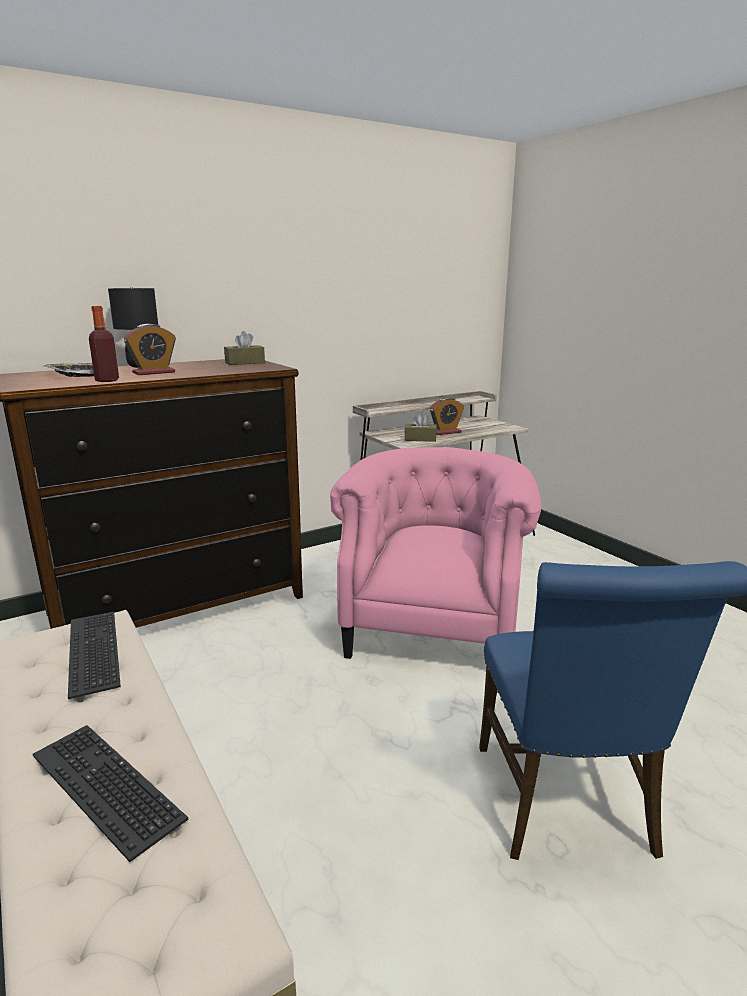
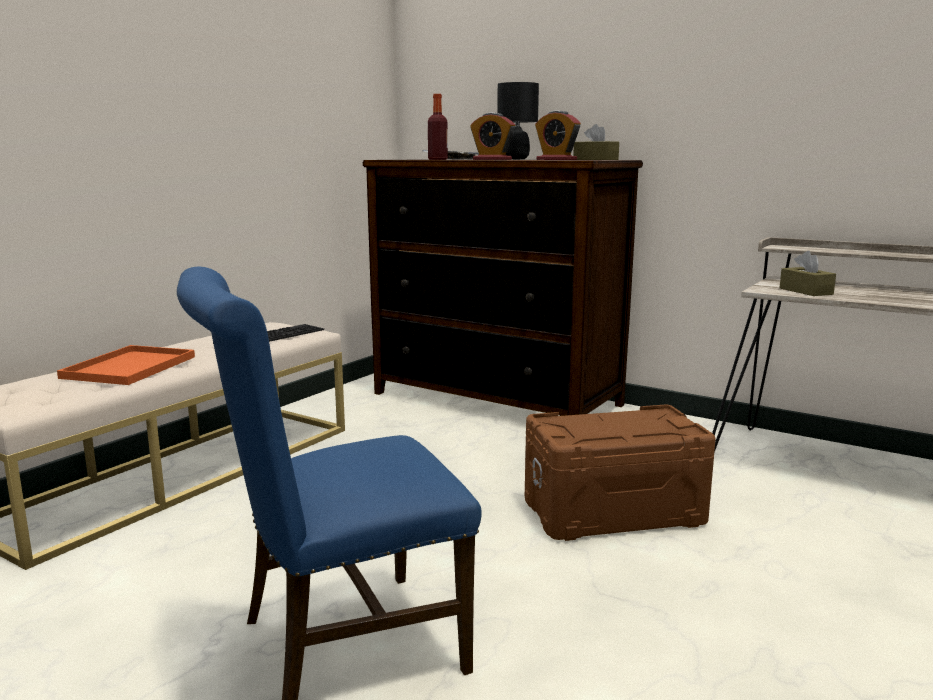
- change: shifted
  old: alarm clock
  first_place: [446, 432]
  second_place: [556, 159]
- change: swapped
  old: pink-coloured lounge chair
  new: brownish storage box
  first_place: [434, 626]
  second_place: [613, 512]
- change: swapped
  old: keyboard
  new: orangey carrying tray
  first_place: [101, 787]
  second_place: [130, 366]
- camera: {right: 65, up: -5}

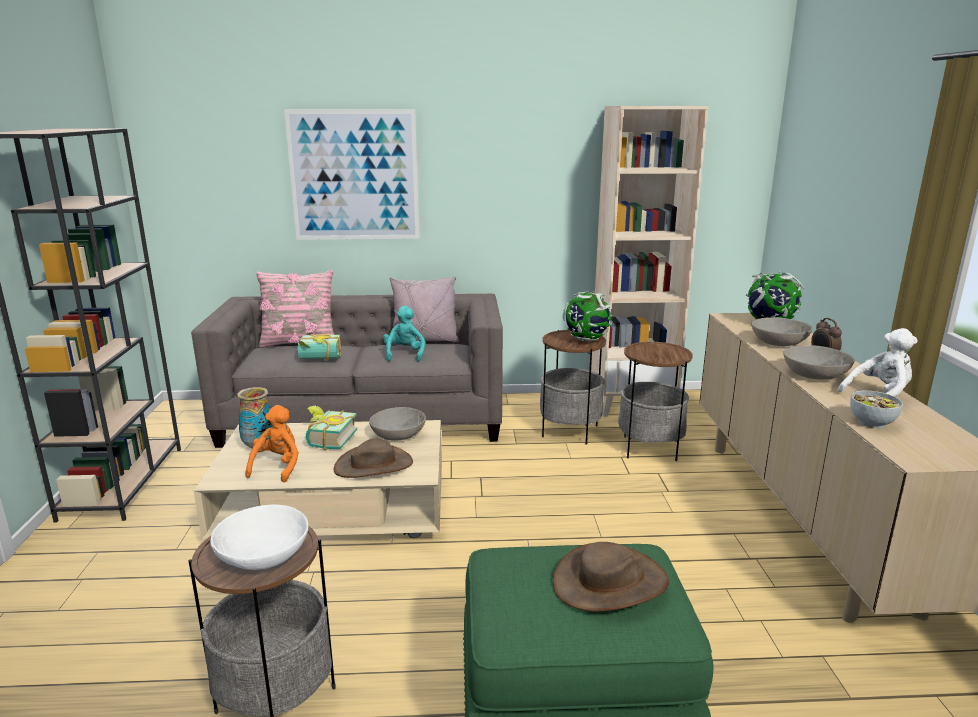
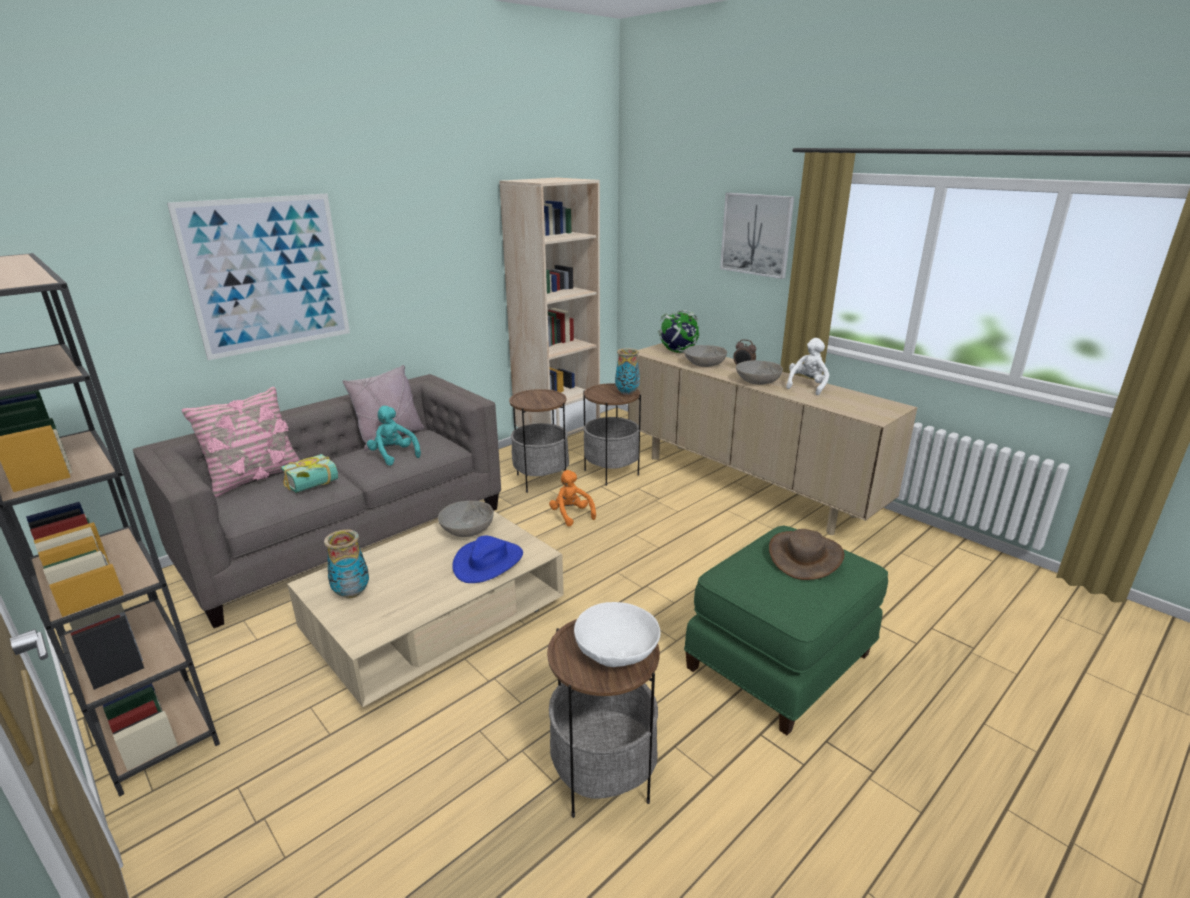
- change: gone
  old: globe
  first_place: [586, 339]
- change: gone
  old: bowl
  first_place: [872, 422]
- change: shifted
  old: orangey cuddly toy
  first_place: [277, 467]
  second_place: [571, 515]
- change: gone
  old: volume
  first_place: [327, 440]
- change: repainted
  old: brownish hat
  new: bluish hat
  first_place: [373, 465]
  second_place: [488, 562]
- change: new
  new: wall picture
  second_place: [756, 234]
- change: new
  new: vase
  second_place: [627, 393]
- camera: {right: -40, up: 5}

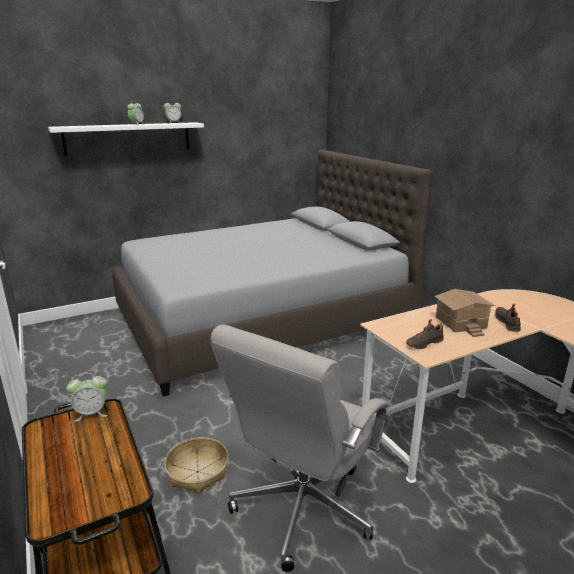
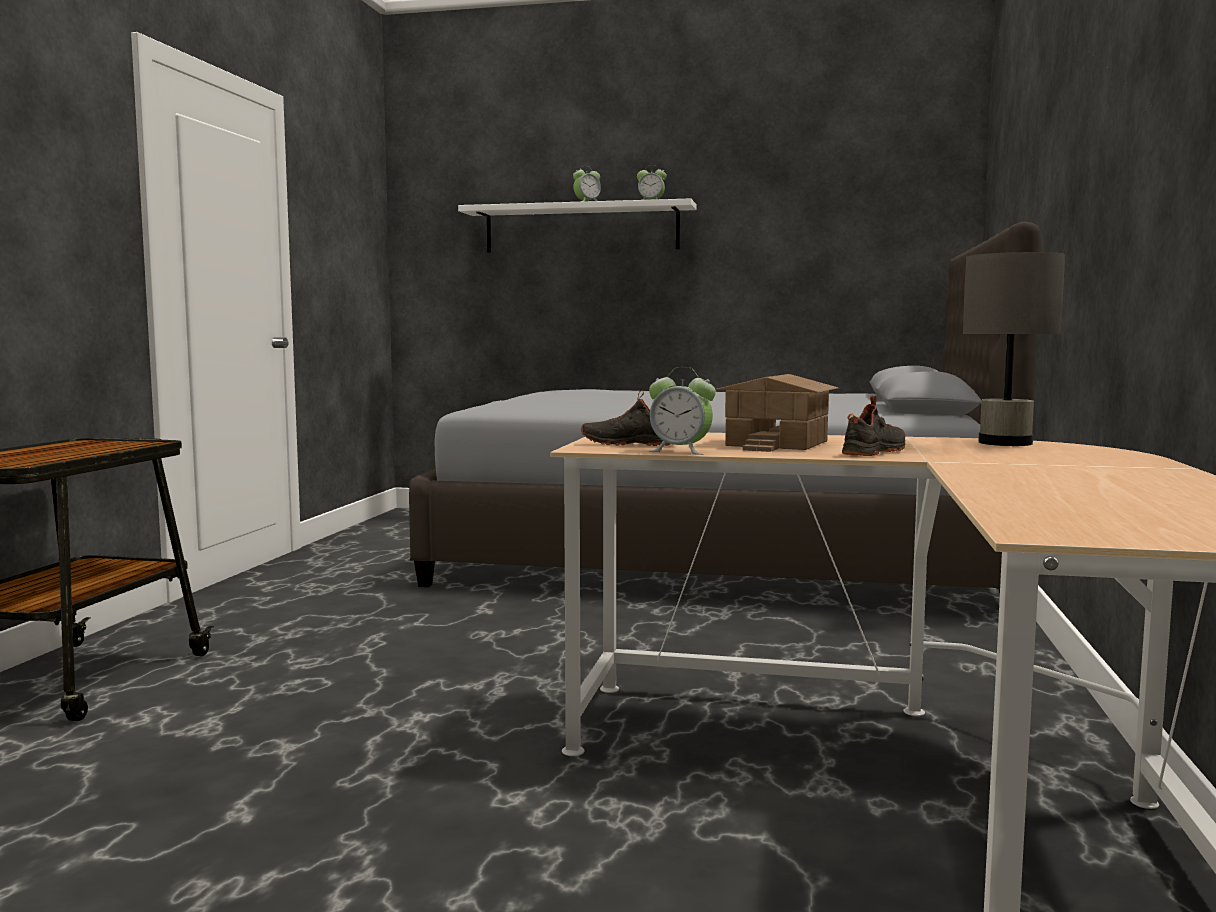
- change: gone
  old: gray office chair
  first_place: [304, 505]
- change: shifted
  old: alarm clock
  first_place: [91, 413]
  second_place: [680, 451]
- change: gone
  old: household basket
  first_place: [197, 471]
- change: new
  new: gray lamp for a table
  second_place: [1004, 443]
- camera: {right: 40, up: -15}

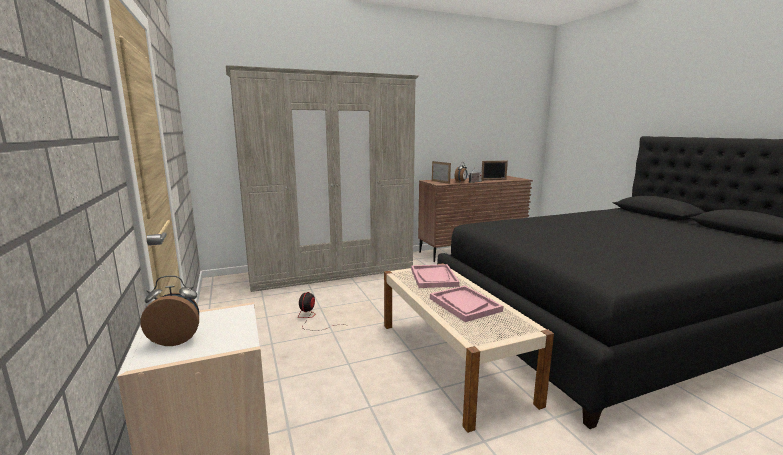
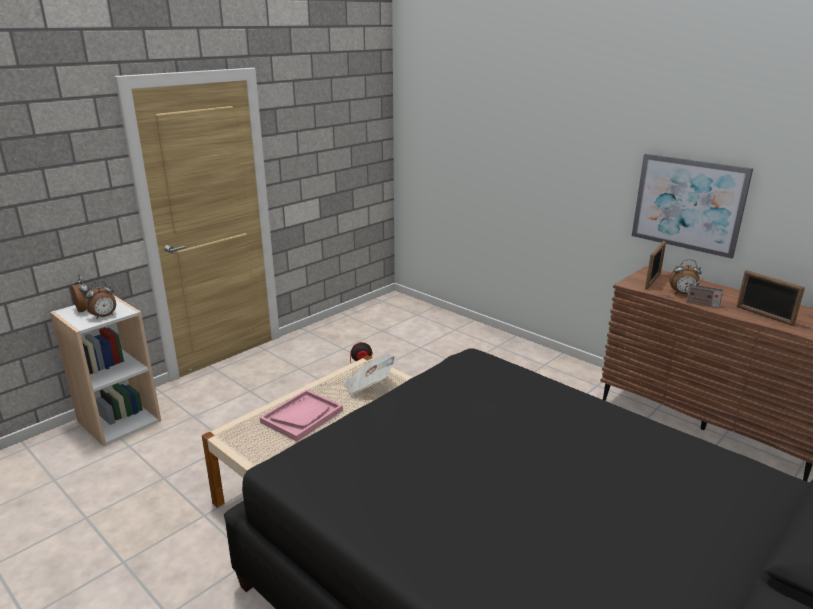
- change: gone
  old: beige-coloured armoire
  first_place: [332, 271]
- change: swapped
  old: pink-coloured carrying tray
  new: printed paper
  first_place: [434, 277]
  second_place: [368, 386]
- change: new
  new: wall picture
  second_place: [688, 204]
- change: new
  new: alarm clock
  second_place: [104, 316]
- camera: {right: 65, up: 10}

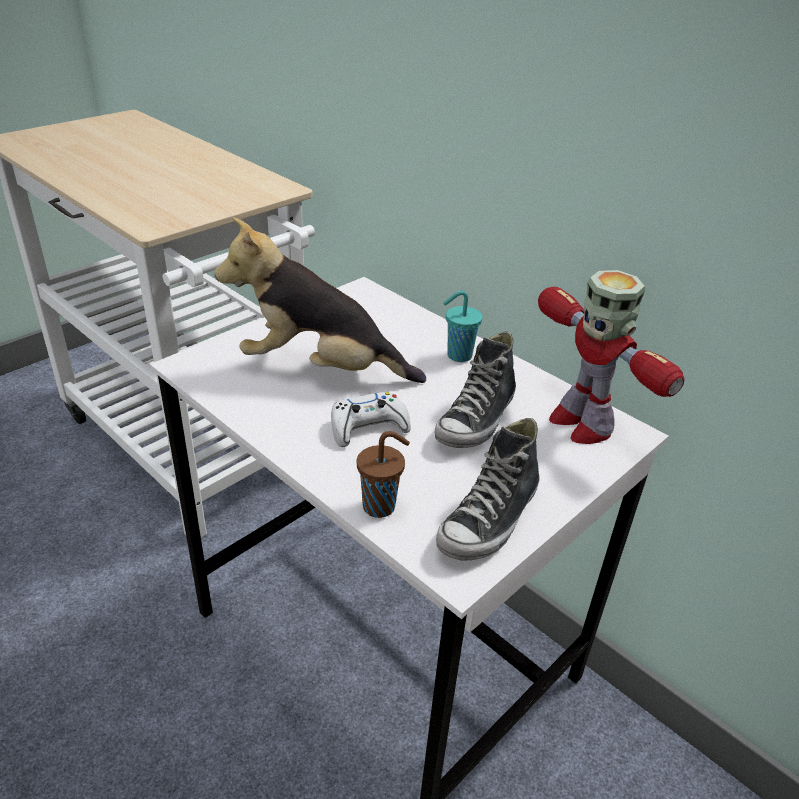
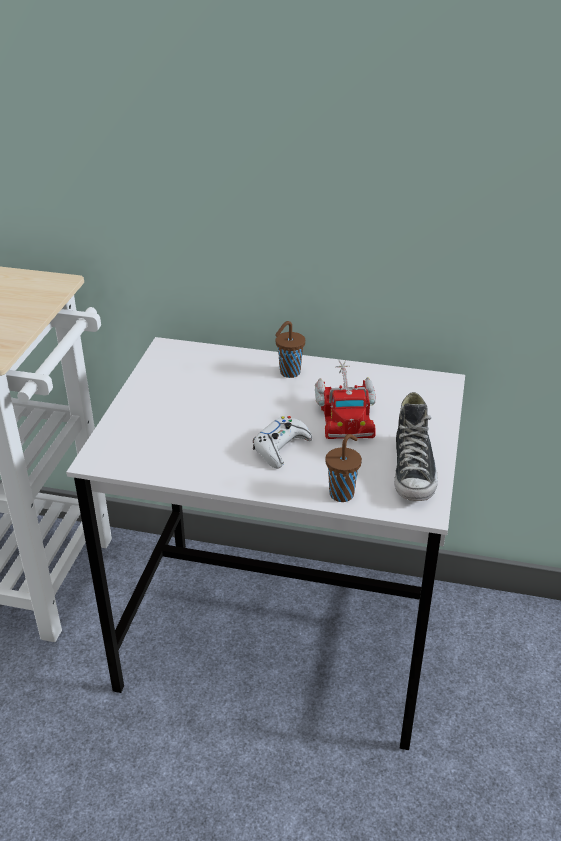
- change: gone
  old: cuddly toy
  first_place: [320, 369]
- change: gone
  old: robot figure
  first_place: [580, 423]
- change: repainted
  old: blue-green cup
  new: brownish cup
  first_place: [457, 356]
  second_place: [288, 373]
- change: swapped
  old: item of footwear
  new: toy lorry
  first_place: [477, 420]
  second_place: [345, 413]
- camera: {right: -30, up: 0}

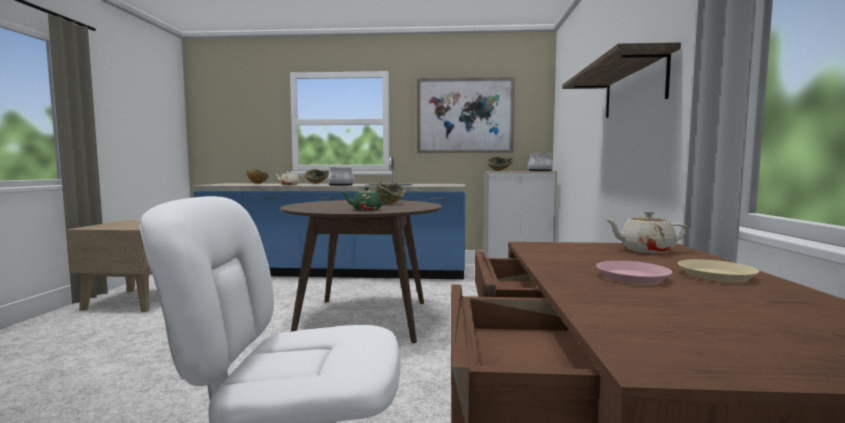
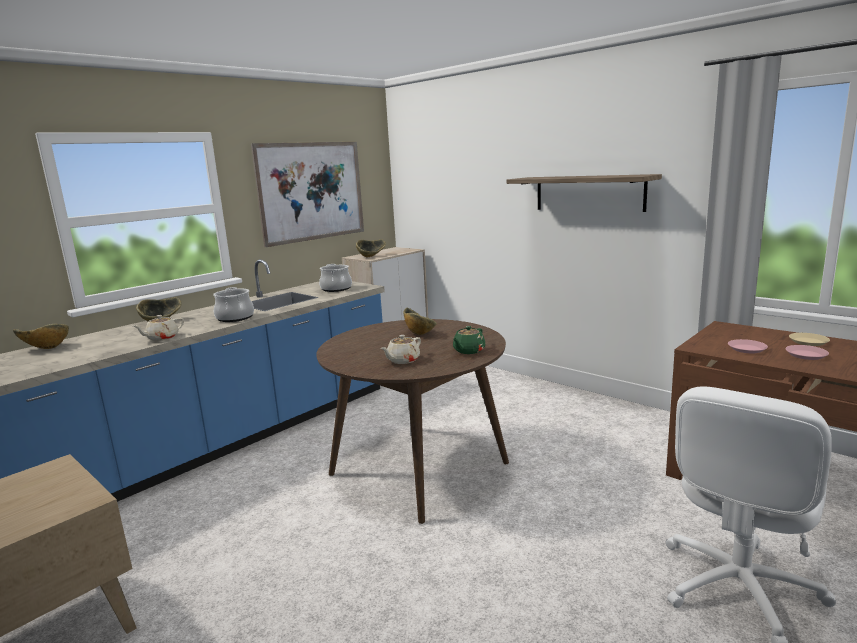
- change: shifted
  old: cooking pot
  first_place: [539, 171]
  second_place: [336, 289]
- change: shifted
  old: beige-coloured teapot
  first_place: [645, 250]
  second_place: [402, 360]
- change: new
  new: pink-coloured plate
  second_place: [747, 349]
- camera: {right: -50, up: 10}

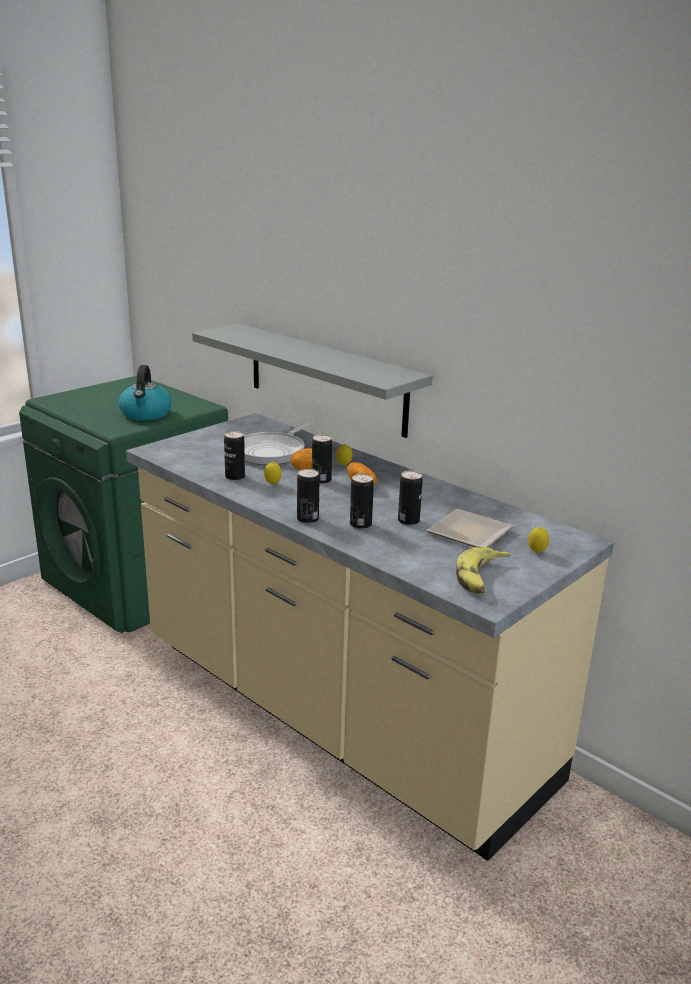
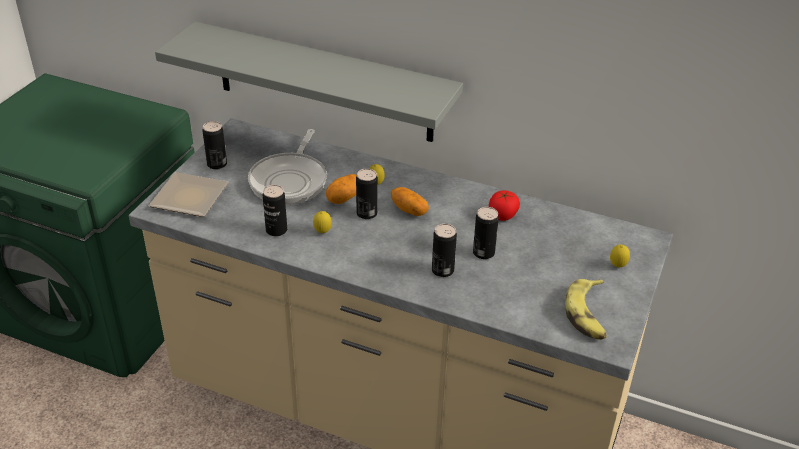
- change: gone
  old: kettle
  first_place: [146, 414]
- change: shifted
  old: metal can
  first_place: [307, 519]
  second_place: [217, 164]
- change: shifted
  old: plate
  first_place: [466, 533]
  second_place: [187, 199]
- change: new
  new: tomato
  second_place: [502, 215]
- camera: {right: -20, up: 15}

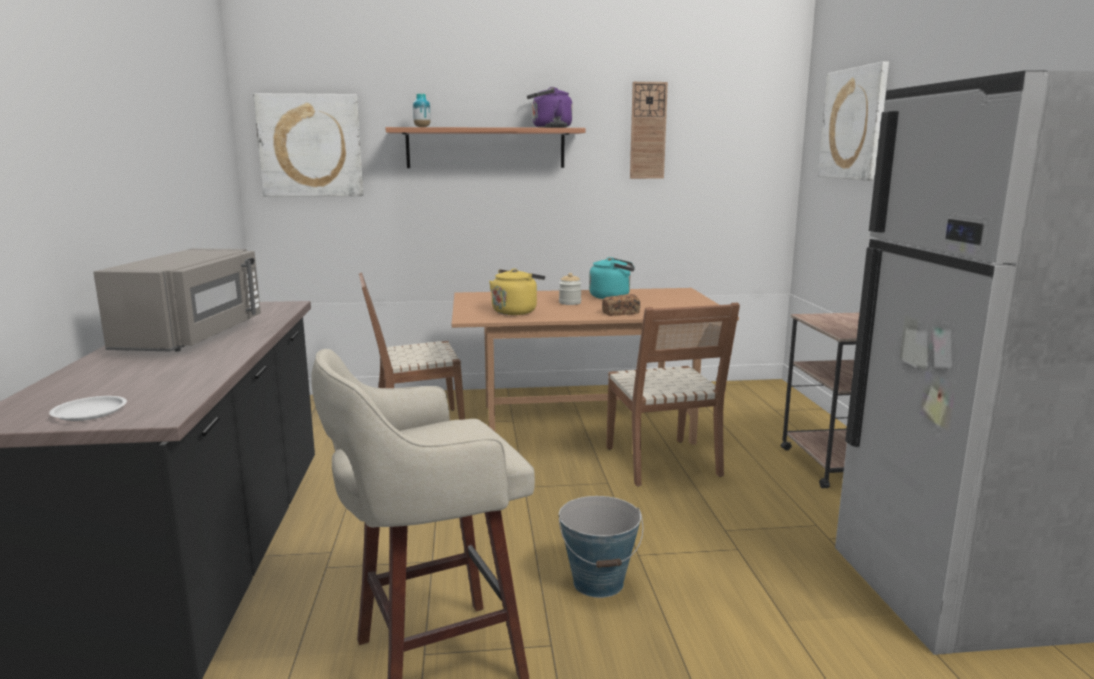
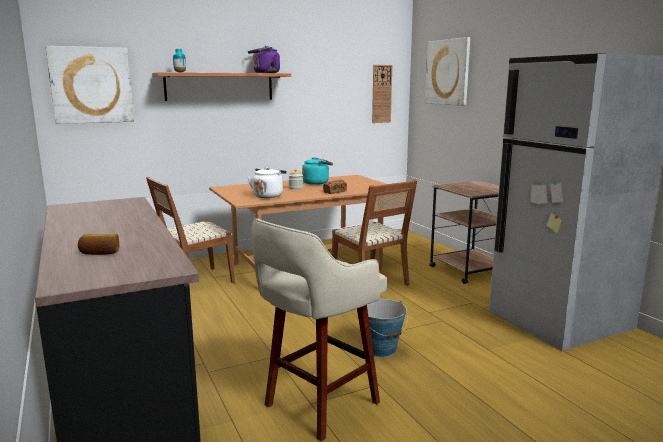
- change: shifted
  old: hanging clock
  first_place: [648, 131]
  second_place: [381, 94]
- change: gone
  old: gray microwave oven
  first_place: [194, 336]
- change: repainted
  old: yellow kettle
  new: whitish kettle
  first_place: [516, 311]
  second_place: [268, 195]
- change: gone
  old: whitish plate
  first_place: [90, 412]
- change: new
  new: baked bread
  second_place: [100, 253]
- camera: {right: -20, up: 0}

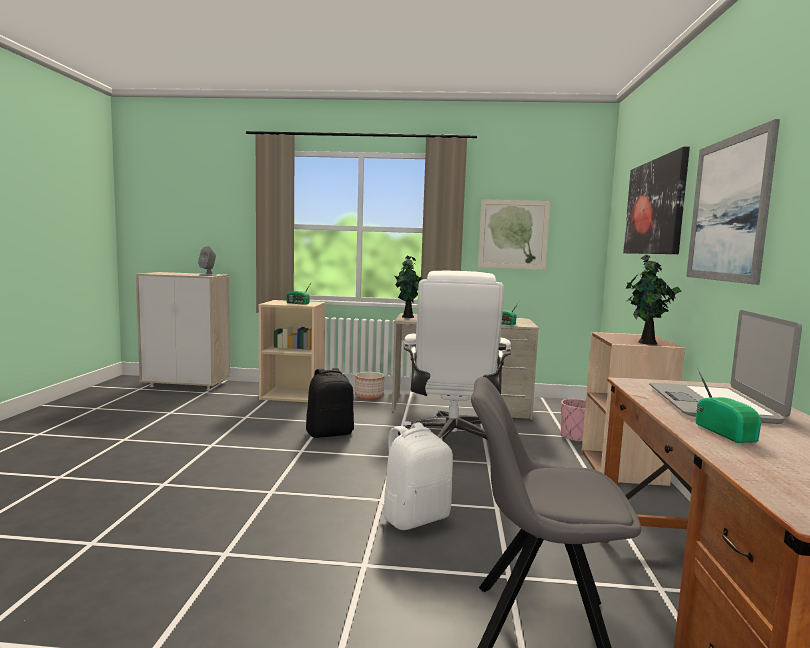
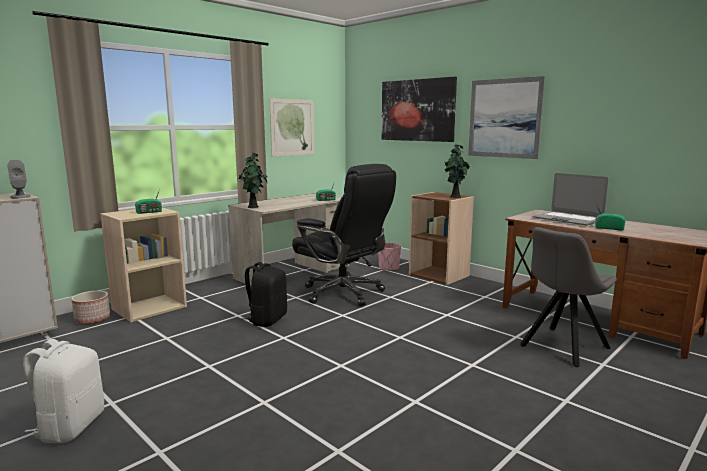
- change: repainted
  old: whitish office chair
  new: black office chair
  first_place: [452, 439]
  second_place: [343, 293]
- change: shifted
  old: planter
  first_place: [369, 396]
  second_place: [92, 319]
- change: shifted
  old: whitish knapsack
  first_place: [415, 518]
  second_place: [70, 426]
- camera: {right: -50, up: 5}

